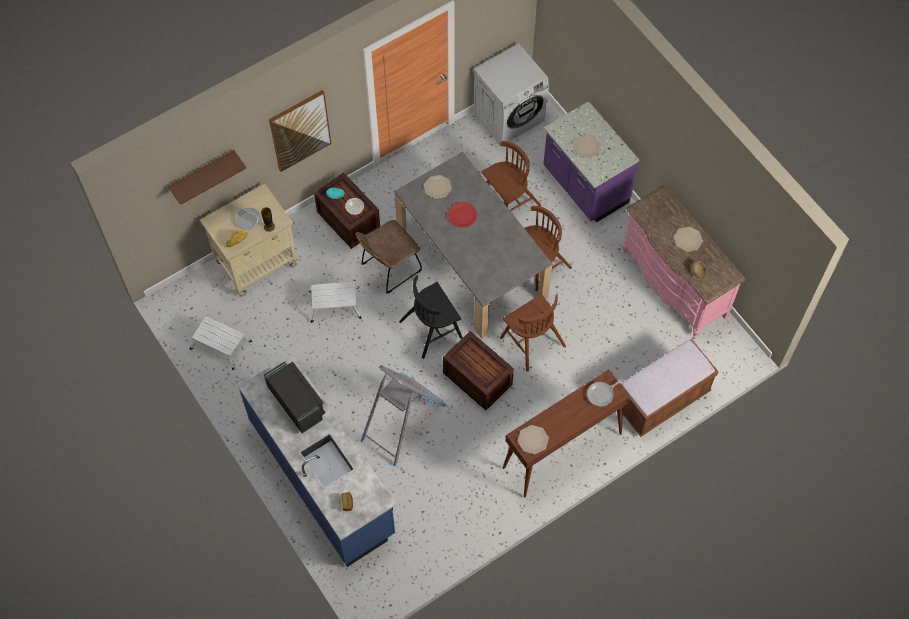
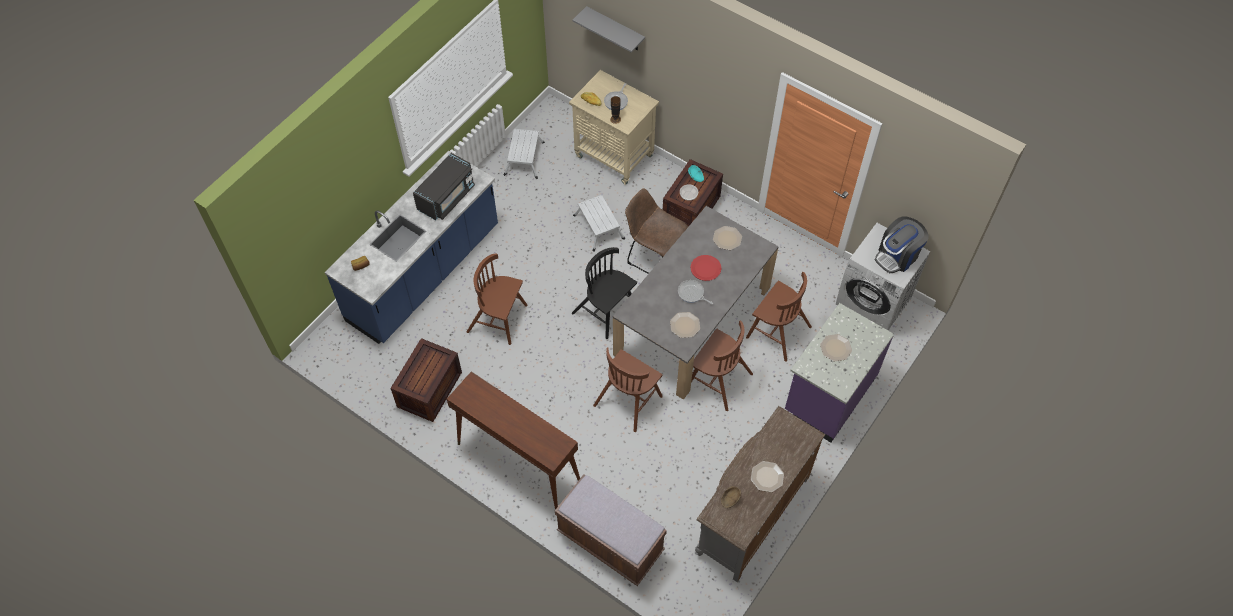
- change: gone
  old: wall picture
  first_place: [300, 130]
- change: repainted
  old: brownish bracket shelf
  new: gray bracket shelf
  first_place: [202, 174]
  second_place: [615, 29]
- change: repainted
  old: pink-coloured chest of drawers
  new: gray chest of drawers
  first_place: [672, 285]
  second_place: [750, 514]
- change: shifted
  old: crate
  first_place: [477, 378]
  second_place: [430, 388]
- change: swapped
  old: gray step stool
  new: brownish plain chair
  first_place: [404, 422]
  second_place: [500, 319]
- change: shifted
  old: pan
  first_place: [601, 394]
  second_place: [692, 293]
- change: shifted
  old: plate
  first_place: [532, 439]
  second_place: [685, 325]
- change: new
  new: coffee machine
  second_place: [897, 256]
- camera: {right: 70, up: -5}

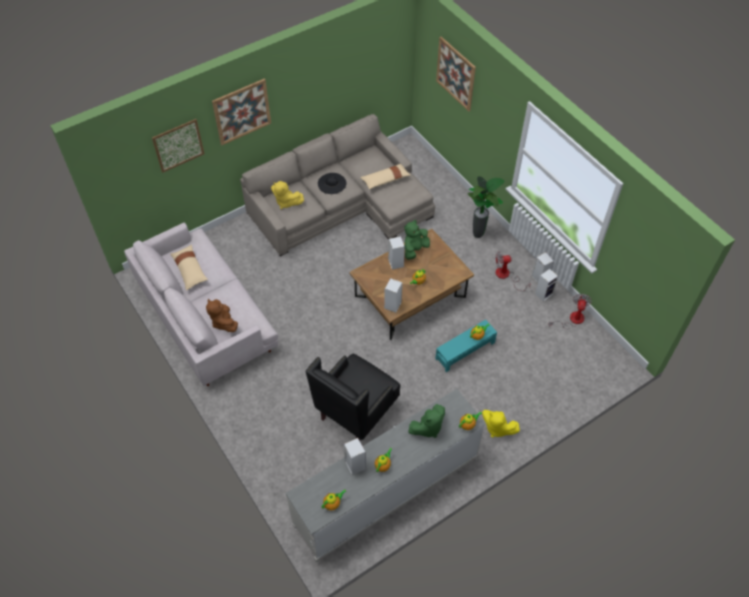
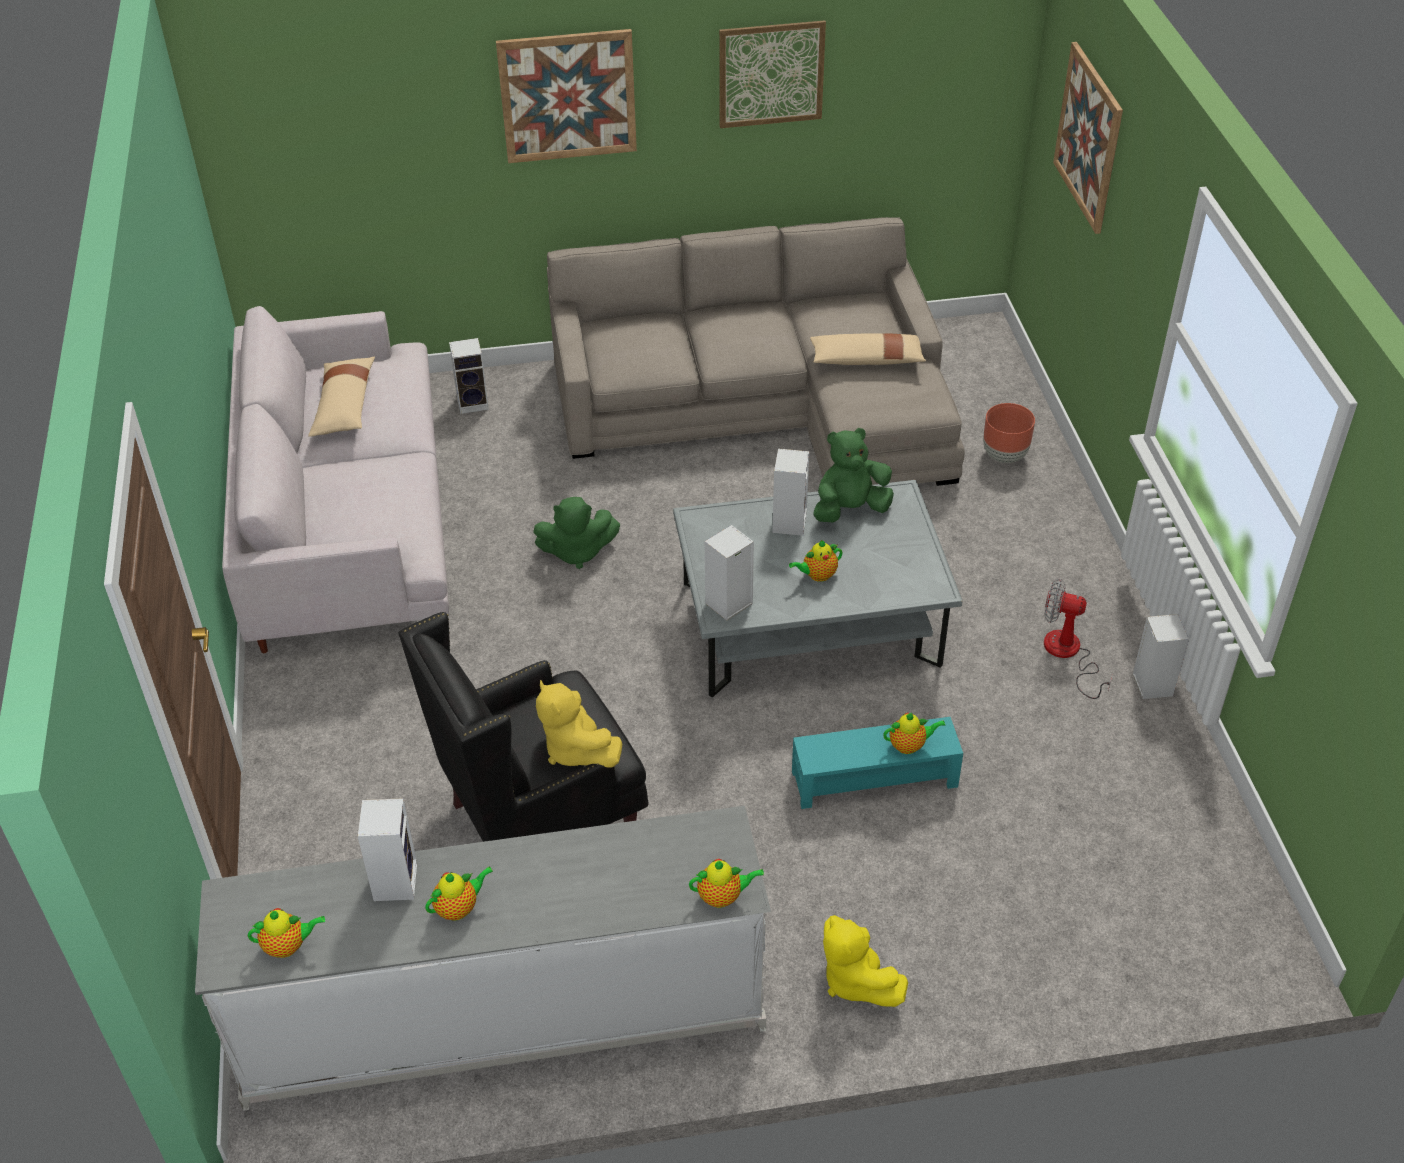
- change: shifted
  old: wall picture
  first_place: [178, 145]
  second_place: [771, 73]
- change: gone
  old: black hat
  first_place: [332, 183]
- change: gone
  old: houseplant
  first_place: [478, 235]
- change: shifted
  old: yellow cuddly toy
  first_place: [286, 202]
  second_place: [576, 749]
- change: repainted
  old: brownish coffee table
  new: gray coffee table
  first_place: [410, 296]
  second_place: [810, 623]
- change: shifted
  old: speaker
  first_place: [544, 294]
  second_place: [474, 403]
- change: gone
  old: electric fan
  first_place: [572, 320]
- change: gone
  old: brownish cuddly toy
  first_place: [223, 322]
- change: shifted
  old: green-coloured cuddly toy
  first_place: [428, 428]
  second_place: [577, 552]
- change: new
  new: brownish planter
  second_place: [1005, 456]
- camera: {right: 25, up: -10}

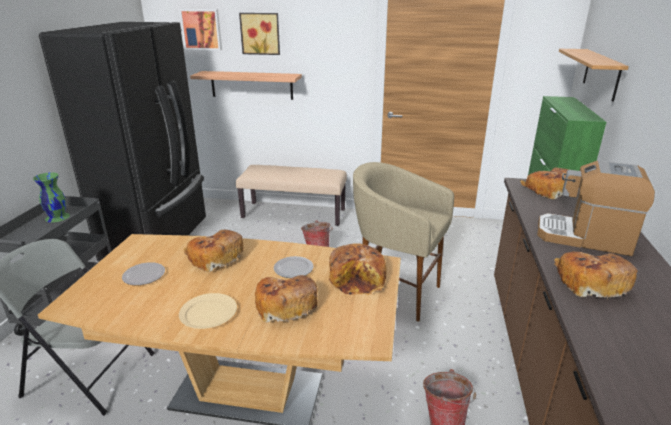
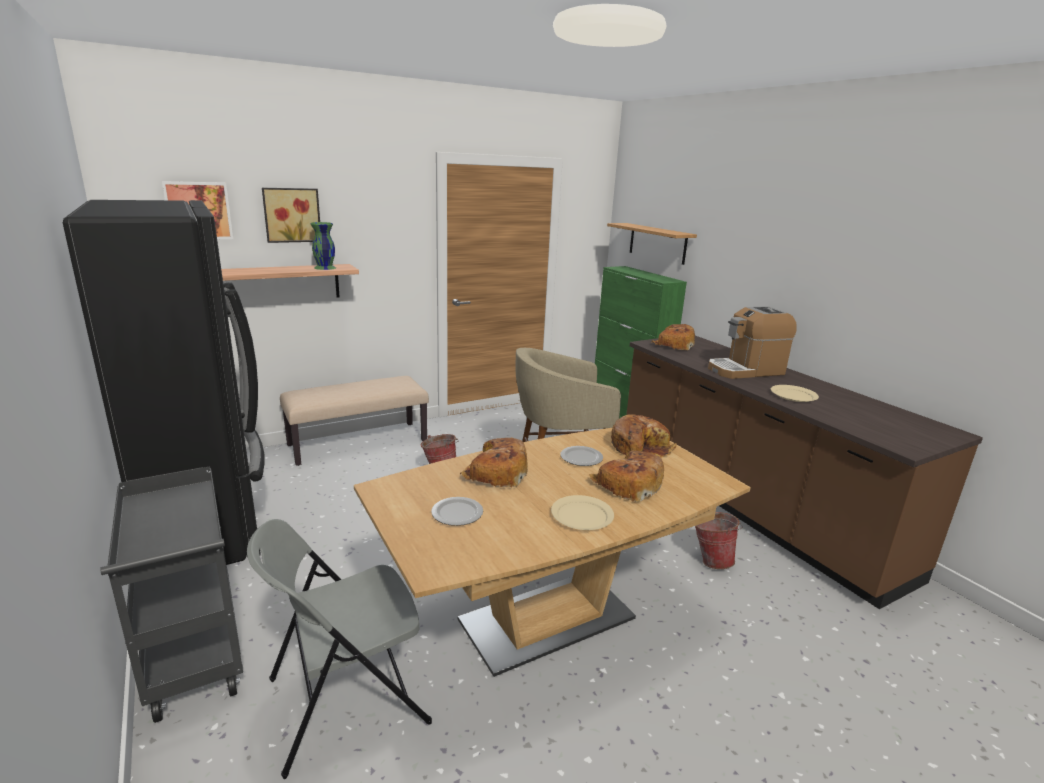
- change: shifted
  old: green-coloured vase
  first_place: [57, 217]
  second_place: [324, 267]
- change: swapped
  old: baked bread
  new: beige-coloured plate
  first_place: [590, 282]
  second_place: [794, 395]
- camera: {right: -40, up: -5}

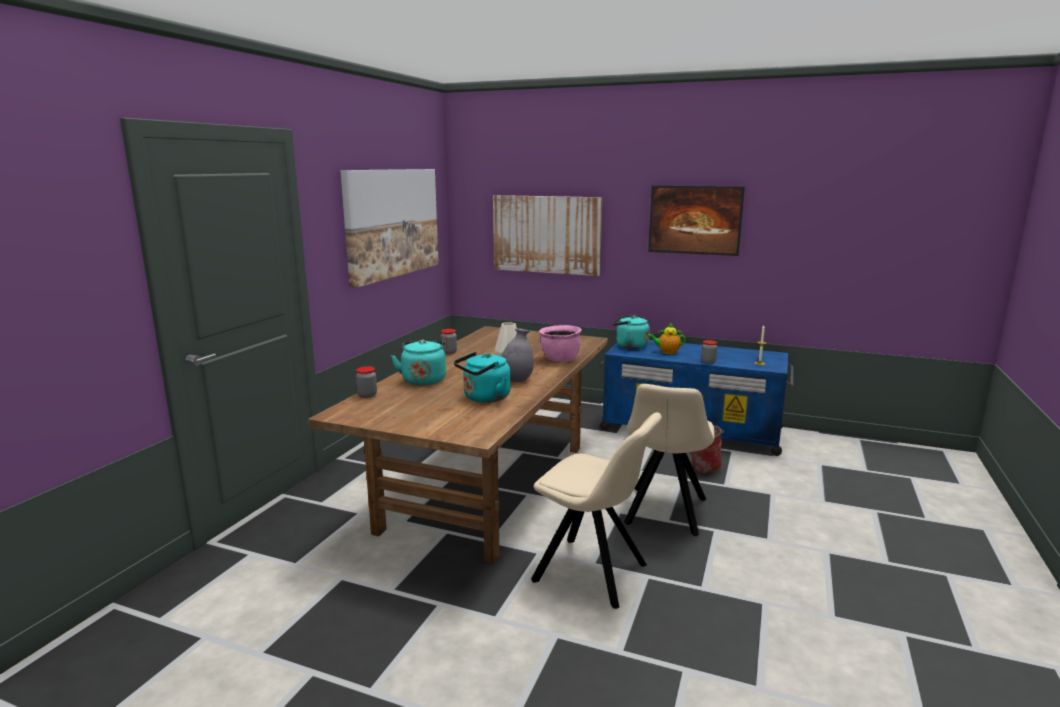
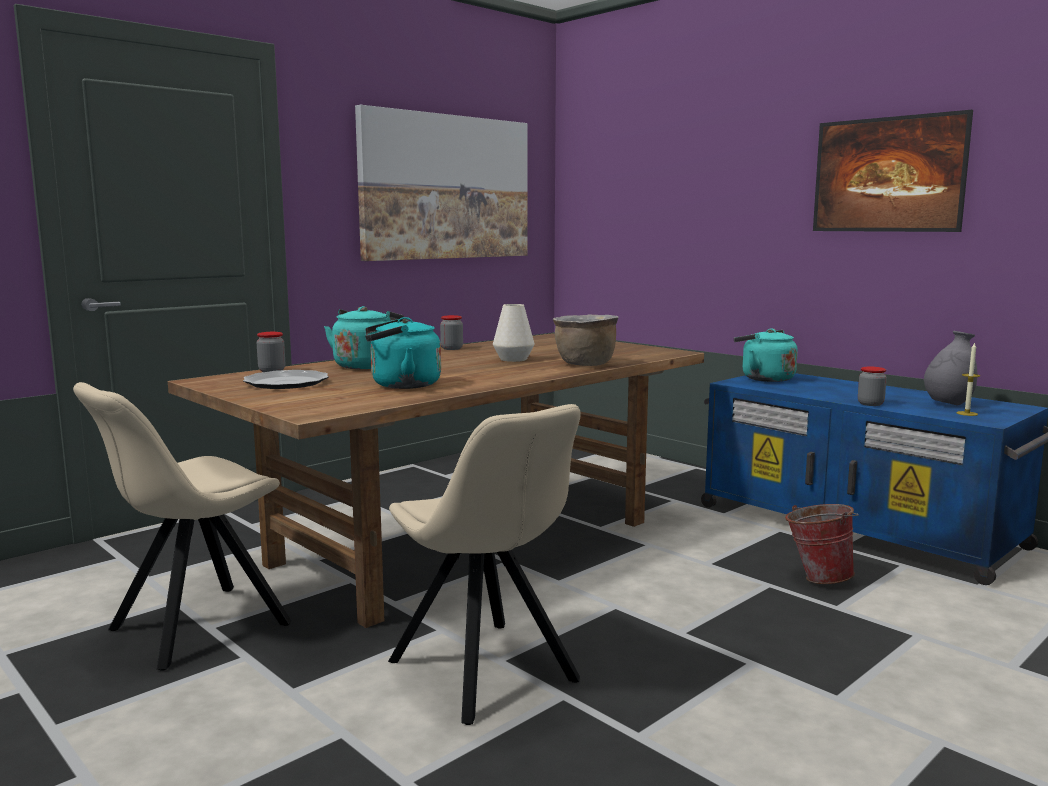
- change: gone
  old: wall picture
  first_place: [546, 234]
- change: gone
  old: teapot
  first_place: [667, 352]
- change: repainted
  old: pink-coloured cooking pot
  new: brownish cooking pot
  first_place: [560, 359]
  second_place: [584, 364]
- change: shifted
  old: gray vase
  first_place: [516, 381]
  second_place: [948, 404]
- change: shifted
  old: beige-coloured plain chair
  first_place: [665, 511]
  second_place: [198, 626]
- change: new
  new: plate
  second_place: [287, 383]
- camera: {right: 25, up: -5}

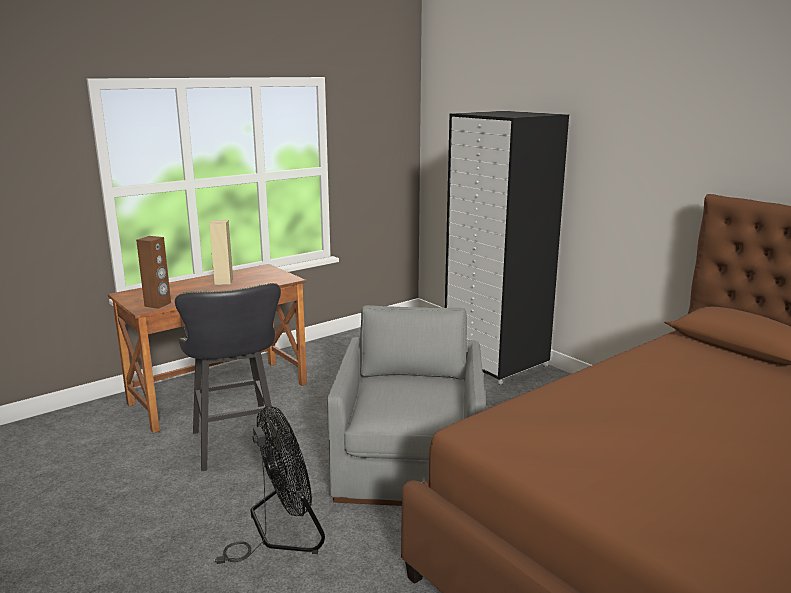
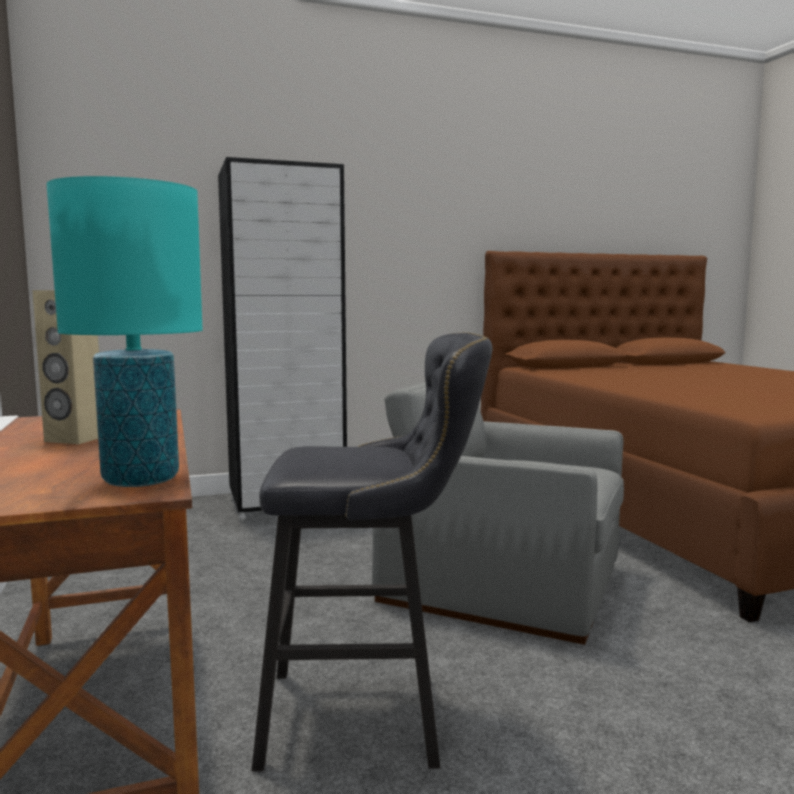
- change: swapped
  old: brownish speaker
  new: blue-green lamp for a table
  first_place: [158, 304]
  second_place: [140, 480]
- change: gone
  old: black electric fan
  first_place: [276, 528]
- camera: {right: -70, up: -10}

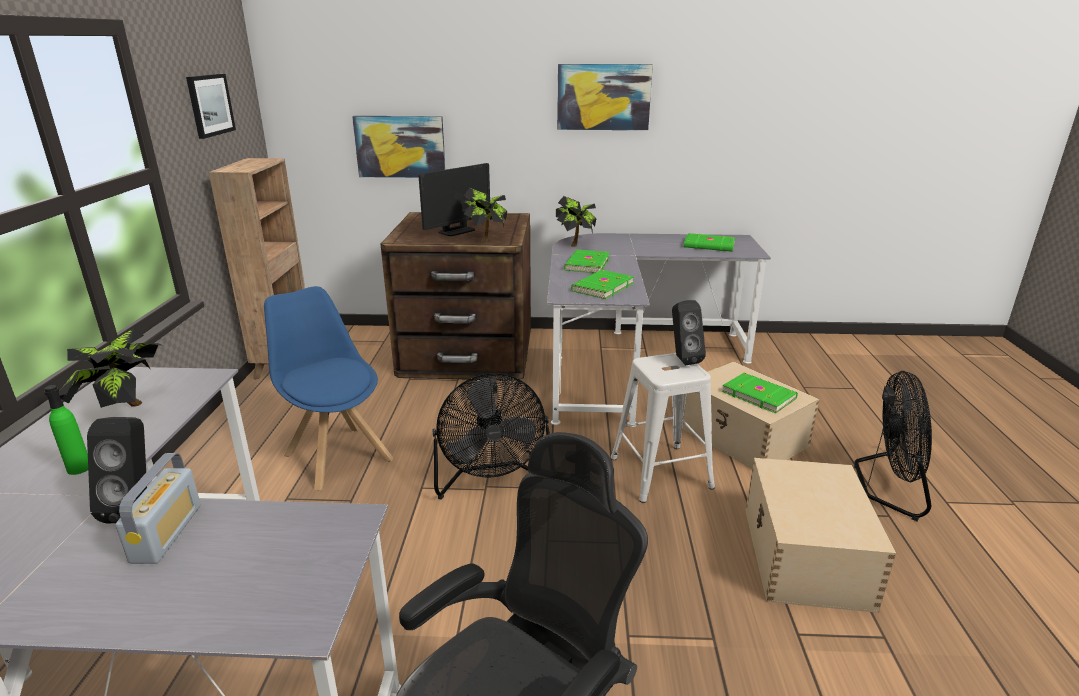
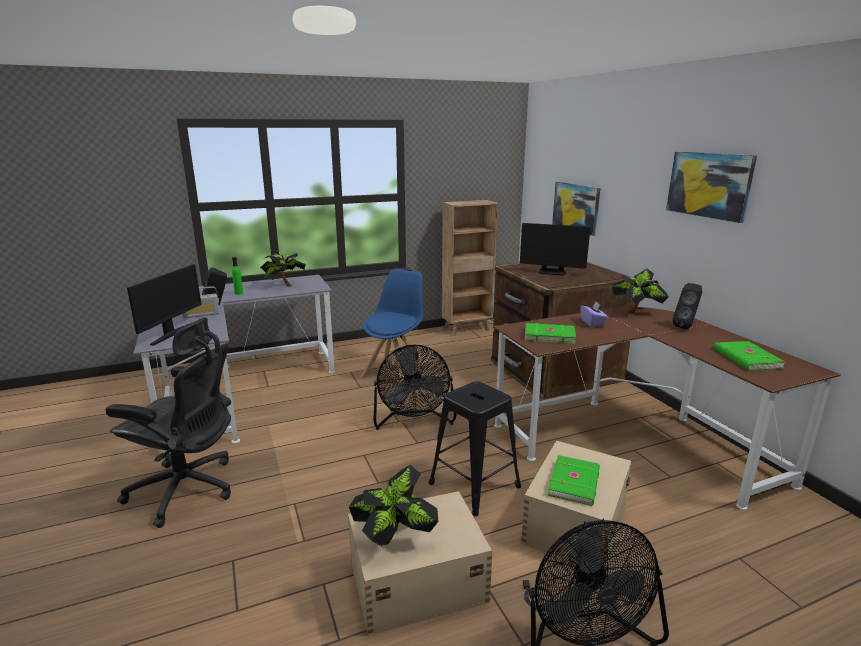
- change: gone
  old: wall picture
  first_place: [210, 105]
- change: shifted
  old: houseplant
  first_place: [486, 240]
  second_place: [395, 540]
- change: repainted
  old: gray desk
  new: brownish desk
  first_place: [630, 362]
  second_place: [634, 437]
- change: swapped
  old: green-coloured volume
  new: purple-coloured box of tissues
  first_place: [586, 264]
  second_place: [592, 323]
- change: shifted
  old: black speaker
  first_place: [682, 359]
  second_place: [686, 327]
- change: repainted
  old: whitish stool
  new: black stool
  first_place: [660, 473]
  second_place: [474, 485]
- change: rotated
  old: black electric fan
  first_place: [488, 478]
  second_place: [410, 419]
  degrees: -60
- change: new
  new: monitor
  second_place: [172, 333]
- camera: {right: 65, up: -5}

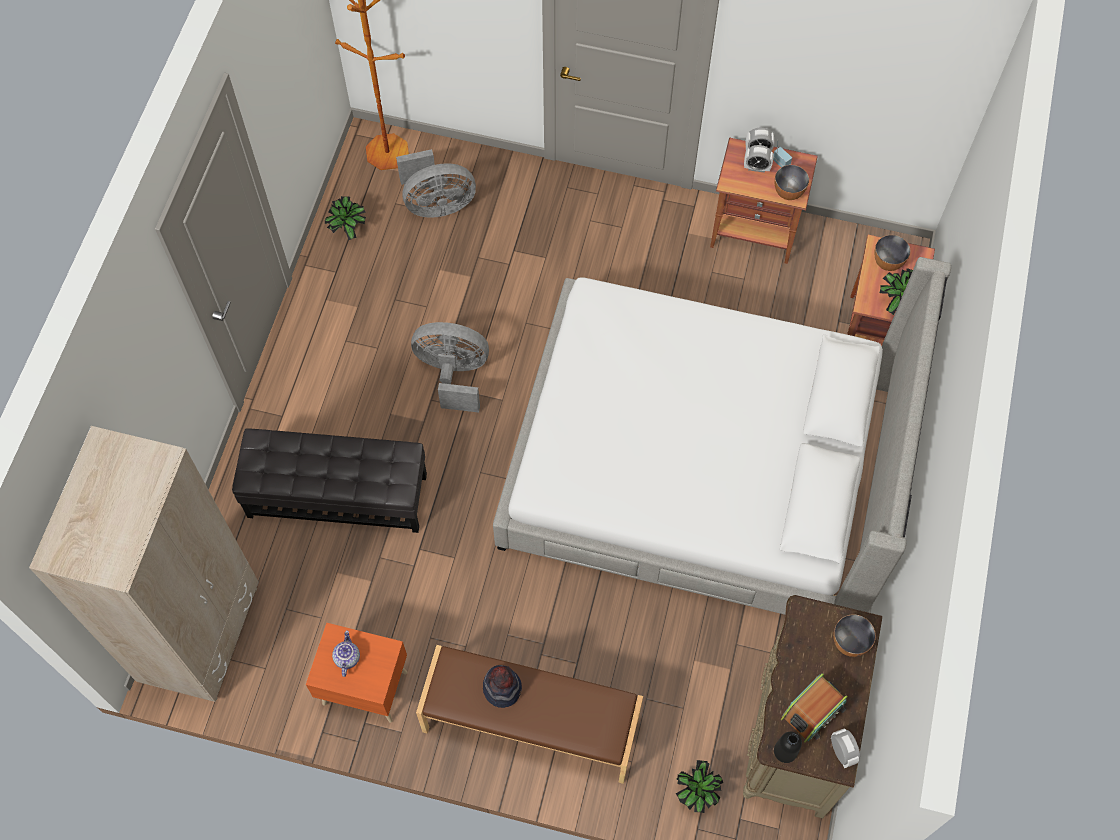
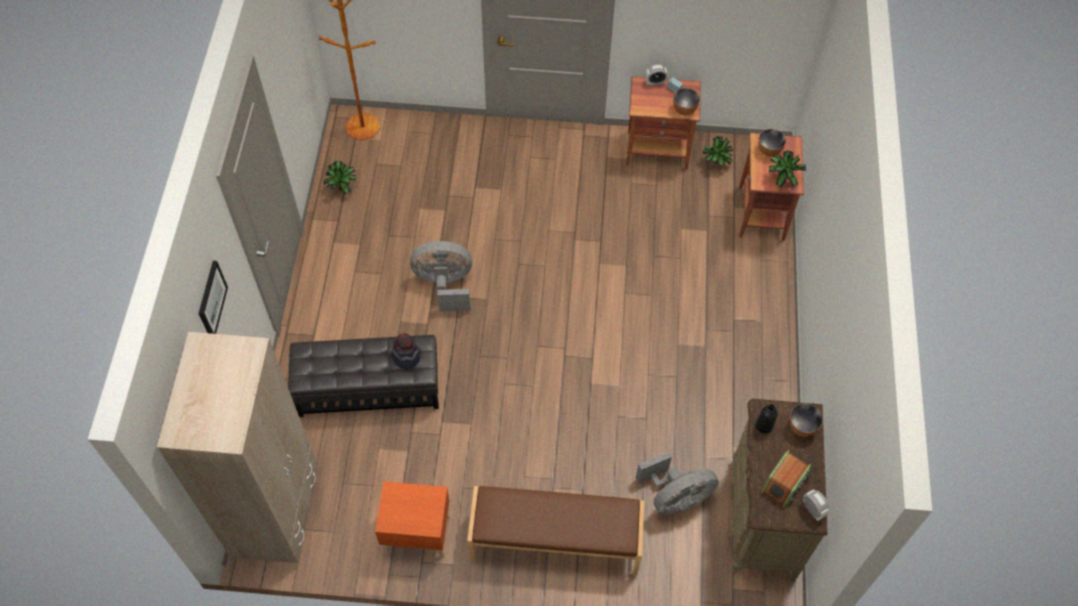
- change: gone
  old: alarm clock
  first_place: [756, 168]
- change: shifted
  old: gray electric fan
  first_place: [437, 204]
  second_place: [675, 498]
- change: gone
  old: sleeping bed
  first_place: [701, 466]
- change: gone
  old: teapot
  first_place: [346, 657]
- change: shifted
  old: hat
  first_place: [502, 688]
  second_place: [406, 356]
- change: shifted
  old: black bottle
  first_place: [785, 751]
  second_place: [764, 425]
- change: shifted
  old: houseplant
  first_place: [696, 793]
  second_place: [715, 164]
- change: new
  new: wall picture
  second_place: [211, 299]
- camera: {right: -10, up: -5}

